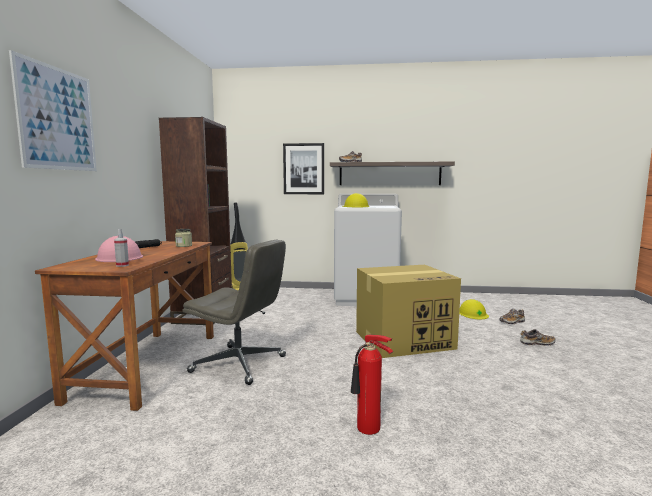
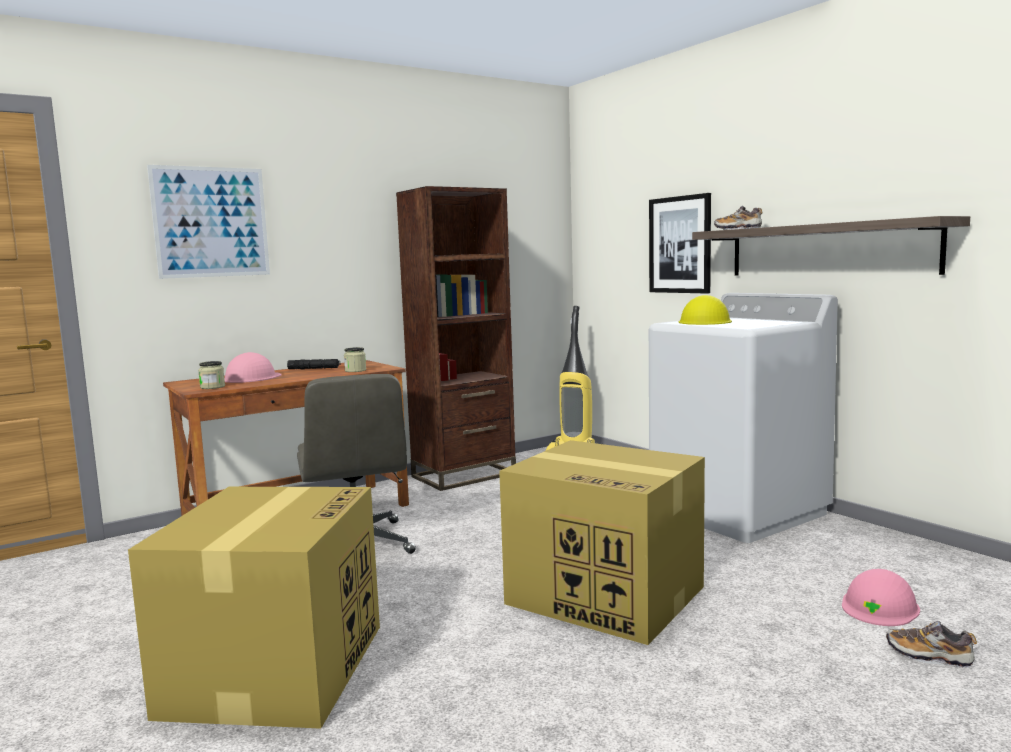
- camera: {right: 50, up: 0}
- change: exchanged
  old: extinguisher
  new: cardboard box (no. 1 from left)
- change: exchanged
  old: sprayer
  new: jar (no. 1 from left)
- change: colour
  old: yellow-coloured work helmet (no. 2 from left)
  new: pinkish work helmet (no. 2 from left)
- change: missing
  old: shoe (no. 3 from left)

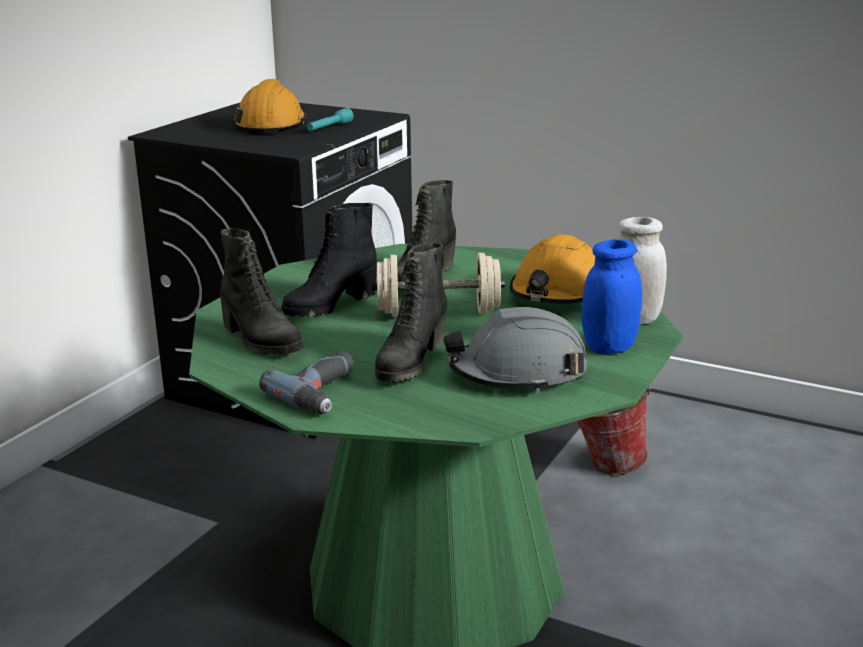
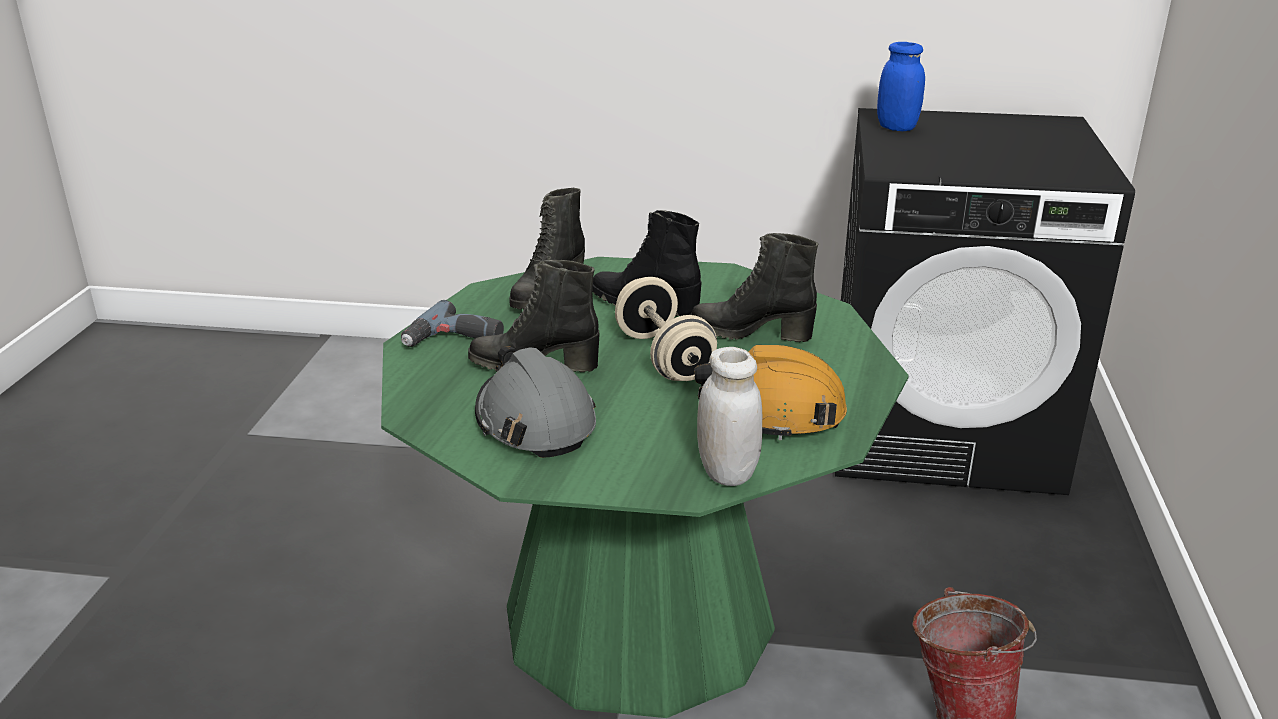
- camera: {right: 70, up: 5}
- change: relocated
  old: bluish jar
- change: missing
  old: orange-coloured work helmet (no. 1 from left)
- change: missing
  old: blue-green torch

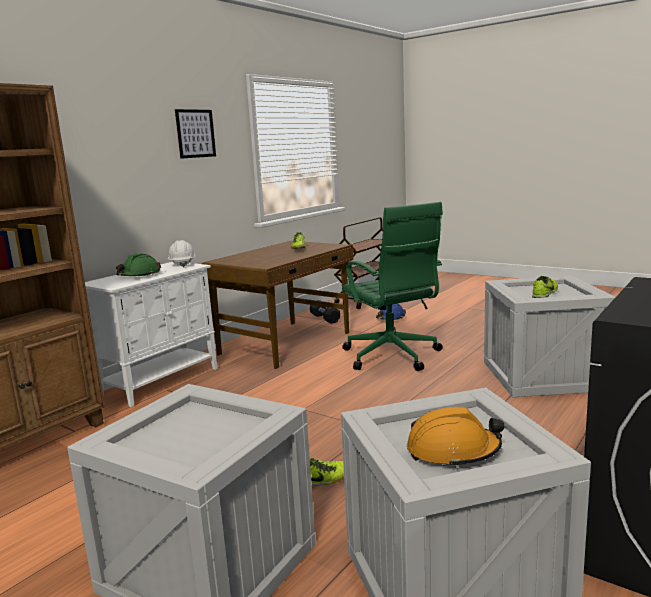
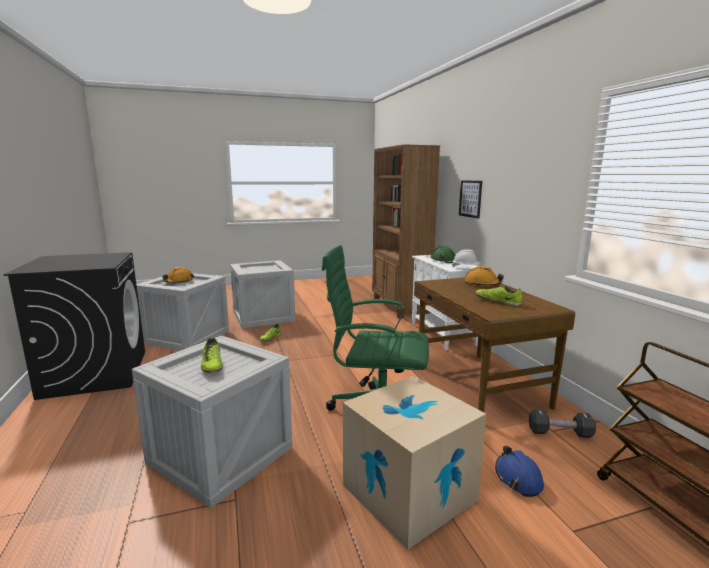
- camera: {right: 125, up: 0}
- change: appeared
  new: cardboard box
- change: relocated
  old: wall art
- change: appeared
  new: orange-coloured work helmet (no. 2 from left)

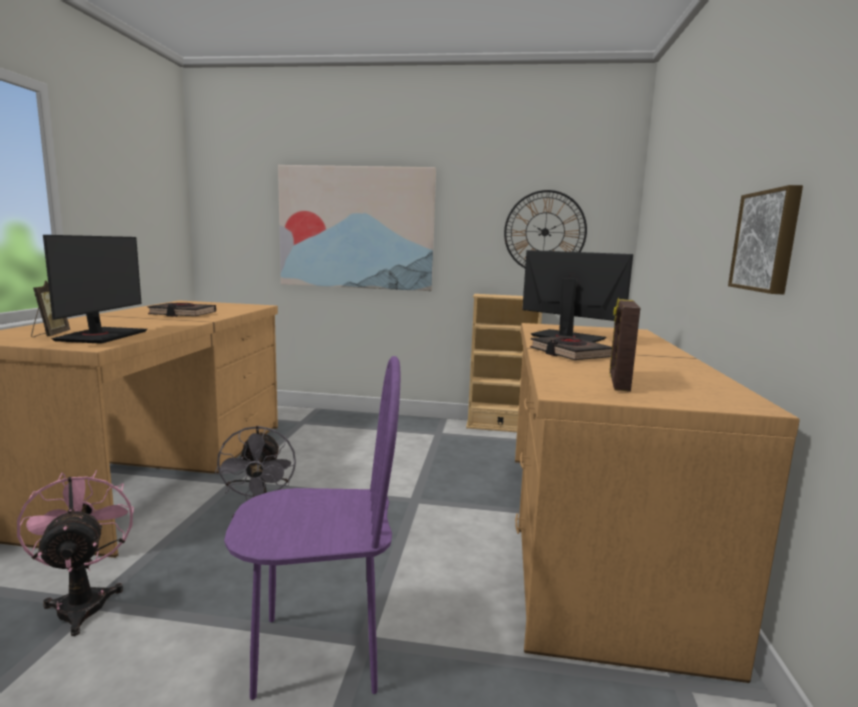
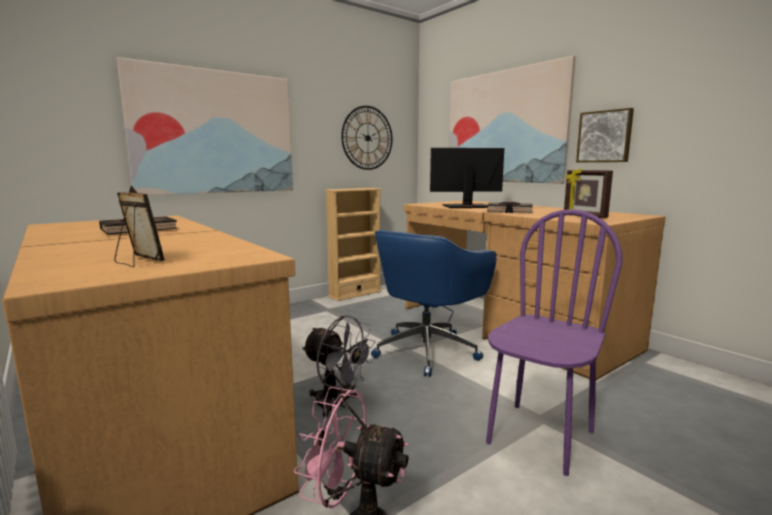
- camera: {right: -45, up: 0}
- change: appeared
  new: bluish computer chair
- change: appeared
  new: wall art (no. 2 from left)
- change: missing
  old: monitor (no. 1 from left)

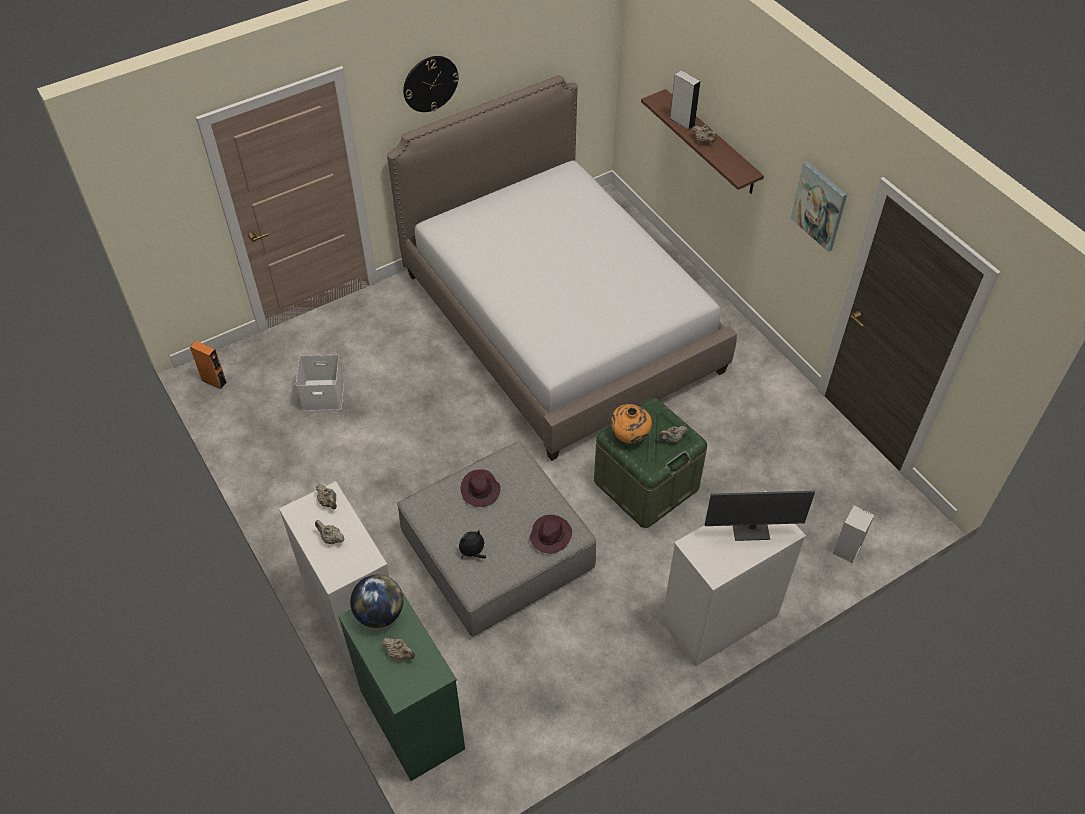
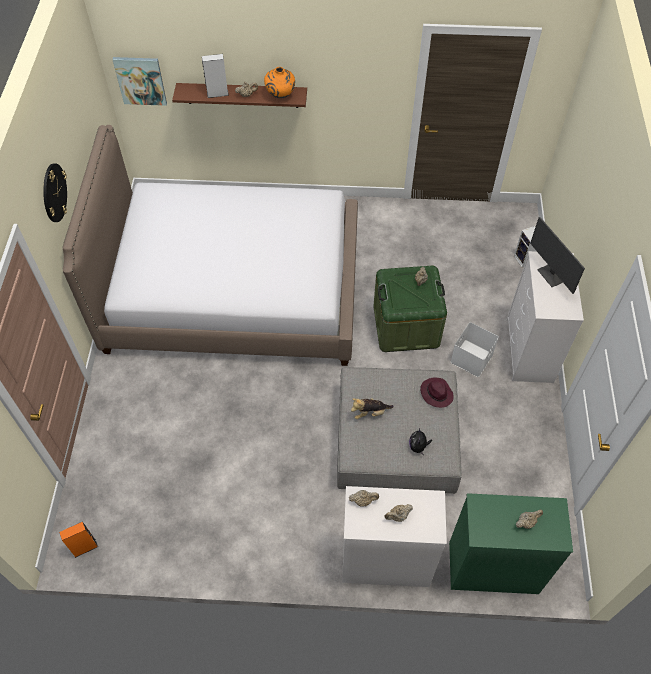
- camera: {right: -55, up: 5}
- change: relocated
  old: wall art
- change: relocated
  old: orange-coloured decorative vase
- change: exchanged
  old: purple-coloured wearable hat (no. 1 from left)
  new: cuddly toy (no. 1 from left)
- change: relocated
  old: white storage bin
- change: spun
  old: monitor
  degrees: 120
- change: missing
  old: desk globe

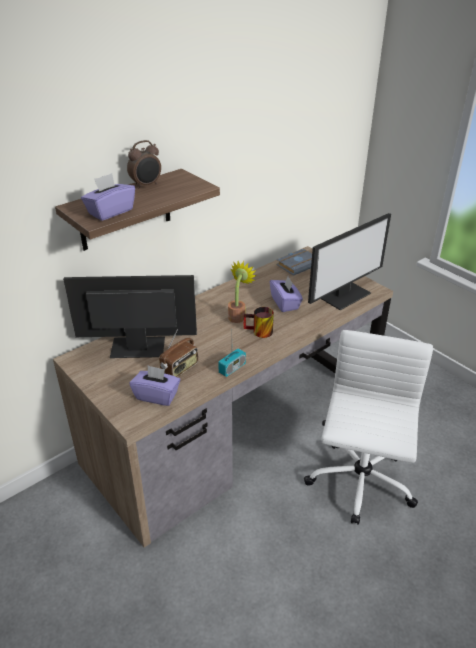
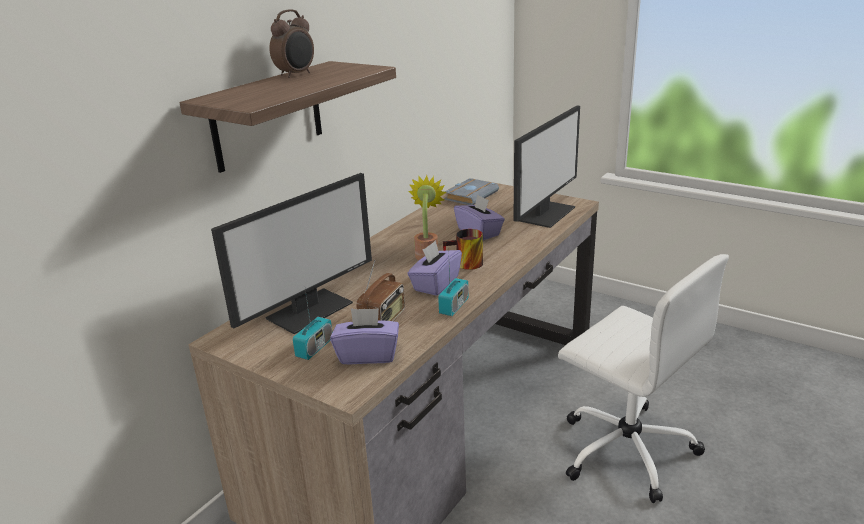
- camera: {right: -15, up: -10}
- change: spun
  old: monitor (no. 1 from left)
  degrees: 150
- change: appeared
  new: radio receiver (no. 1 from left)
- change: relocated
  old: purple-coloured box of tissues (no. 1 from left in the first image)
  new: purple-coloured box of tissues (no. 2 from left)
- change: spun
  old: white computer chair
  degrees: 135

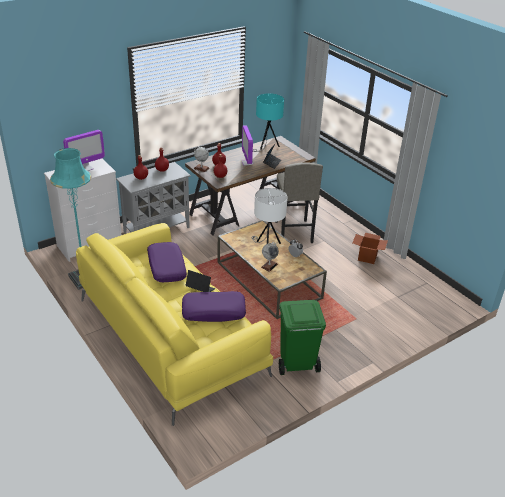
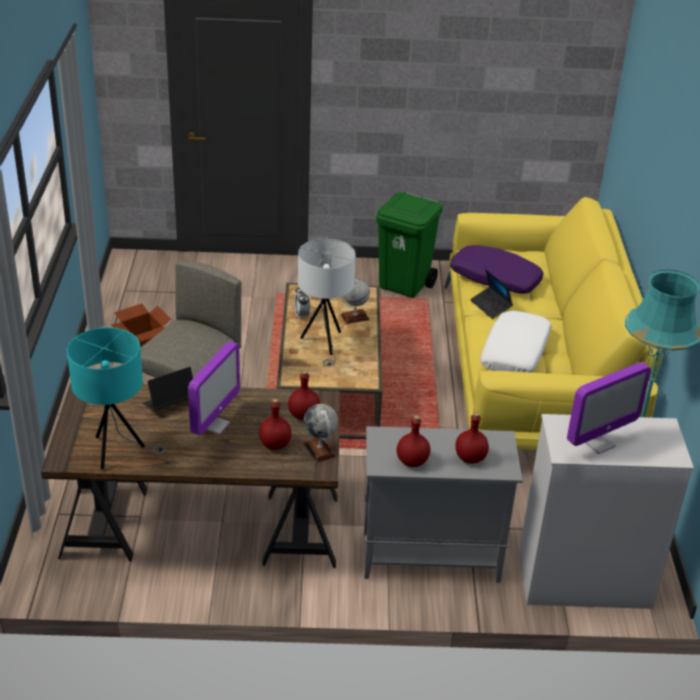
- camera: {right: -145, up: 0}
- change: colour
  old: purple-coloured cushion (no. 1 from left)
  new: white cushion
- change: spun
  old: monitor (no. 1 from left in the first image)
  degrees: 150

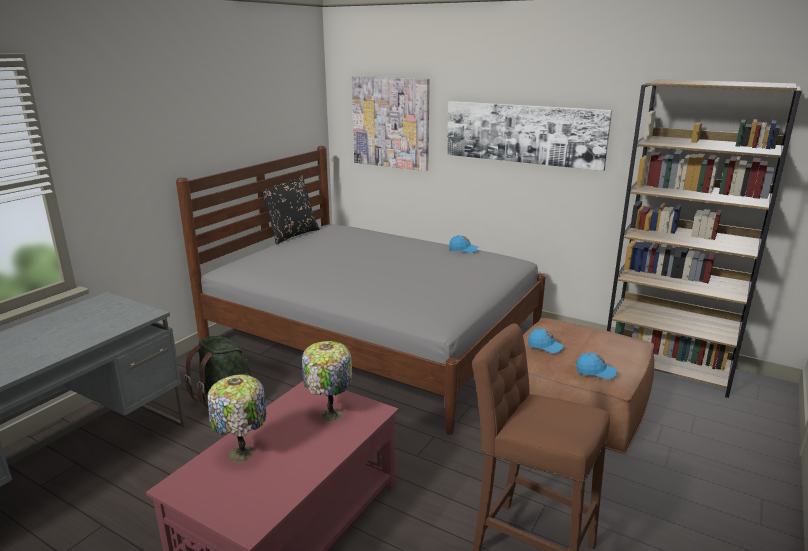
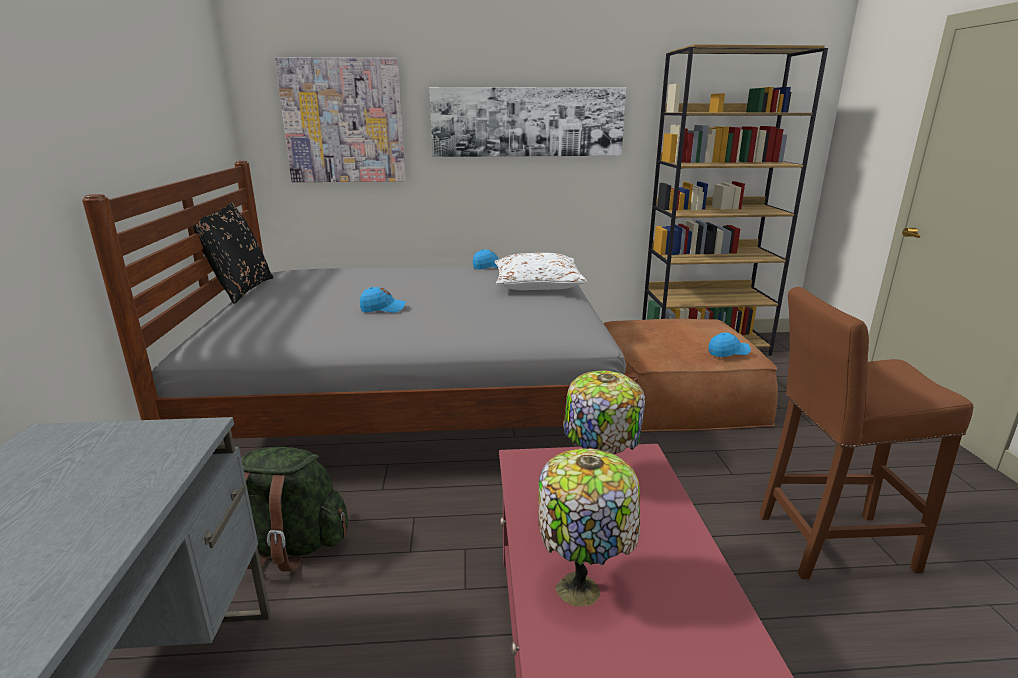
- camera: {right: -35, up: 0}
- change: relocated
  old: bluish peaked cap (no. 2 from left in the first image)
  new: bluish peaked cap (no. 1 from left)
- change: appeared
  new: white cushion

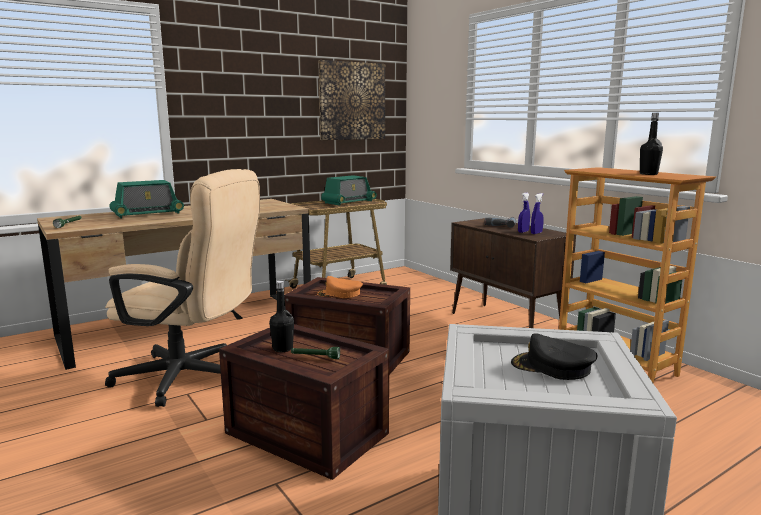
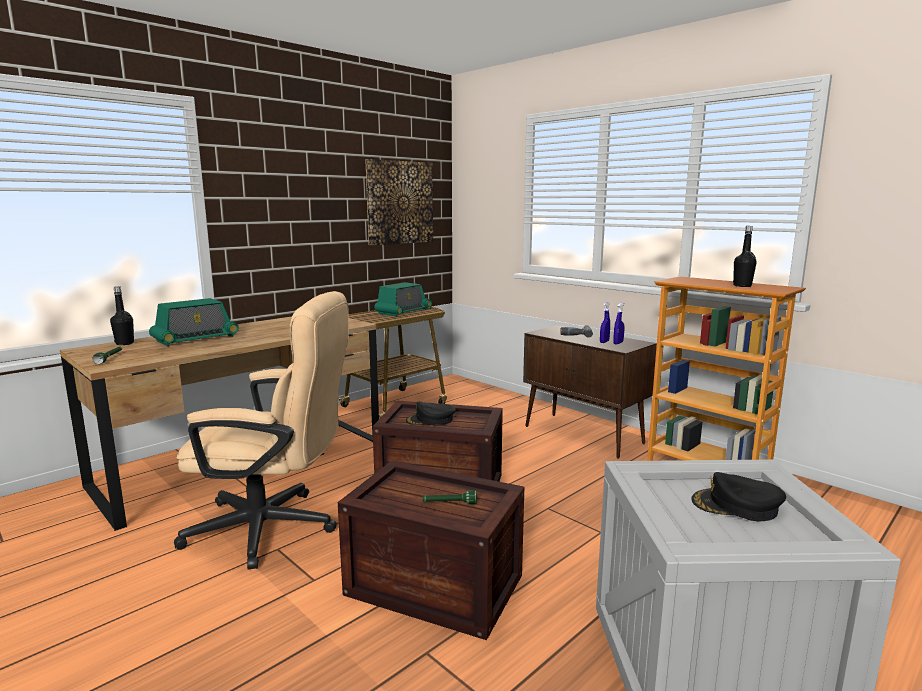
- camera: {right: -10, up: 0}
- change: relocated
  old: black-coloured drink bottle (no. 1 from left)
- change: colour
  old: orange-coloured peaked cap
  new: black-coloured peaked cap (no. 1 from left)

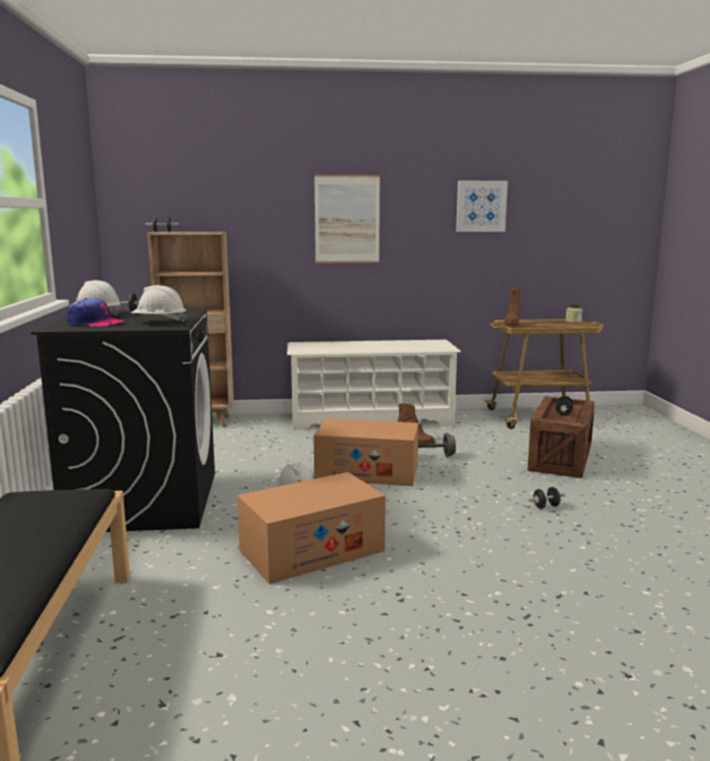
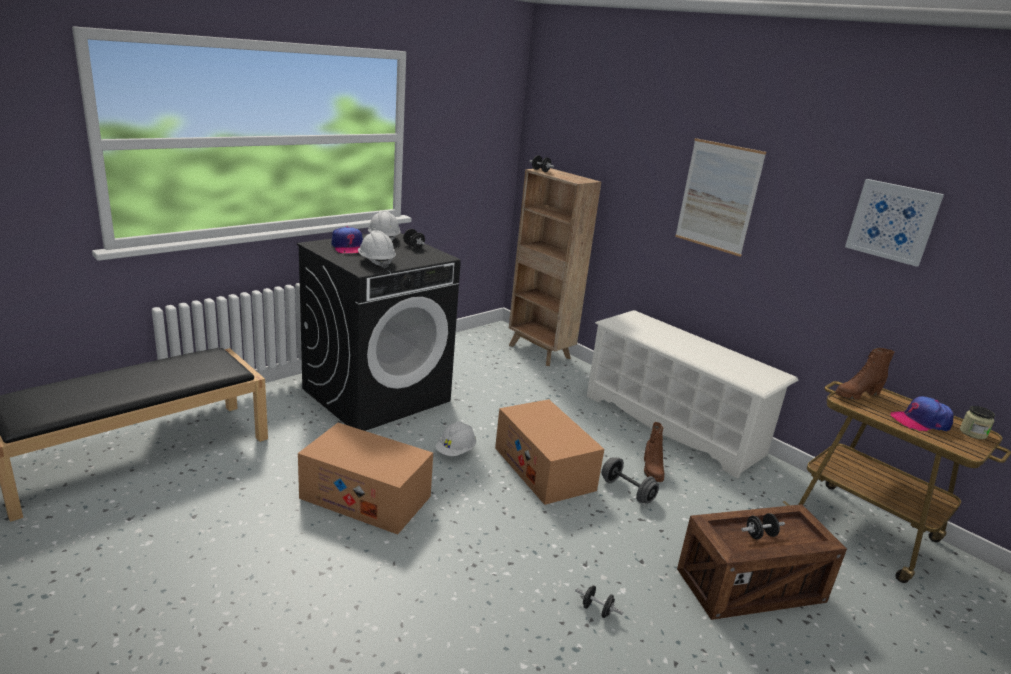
- camera: {right: 50, up: 10}
- change: appeared
  new: peaked cap (no. 2 from left)

